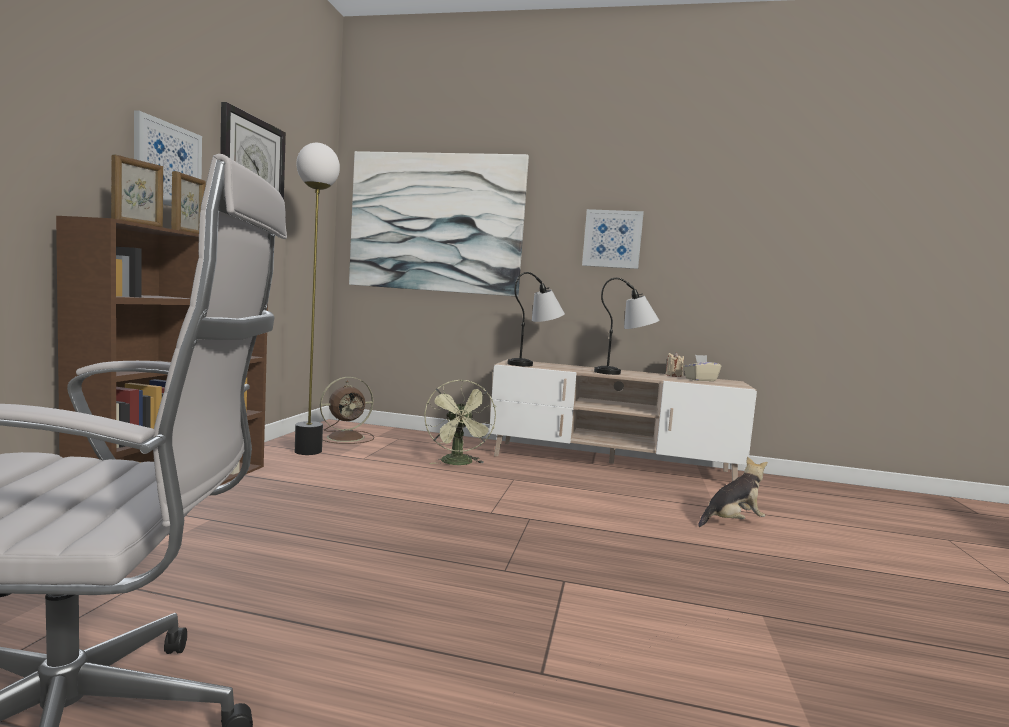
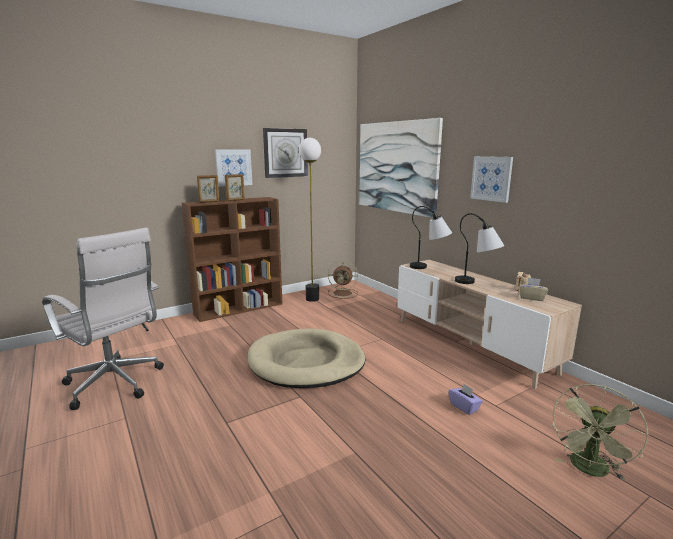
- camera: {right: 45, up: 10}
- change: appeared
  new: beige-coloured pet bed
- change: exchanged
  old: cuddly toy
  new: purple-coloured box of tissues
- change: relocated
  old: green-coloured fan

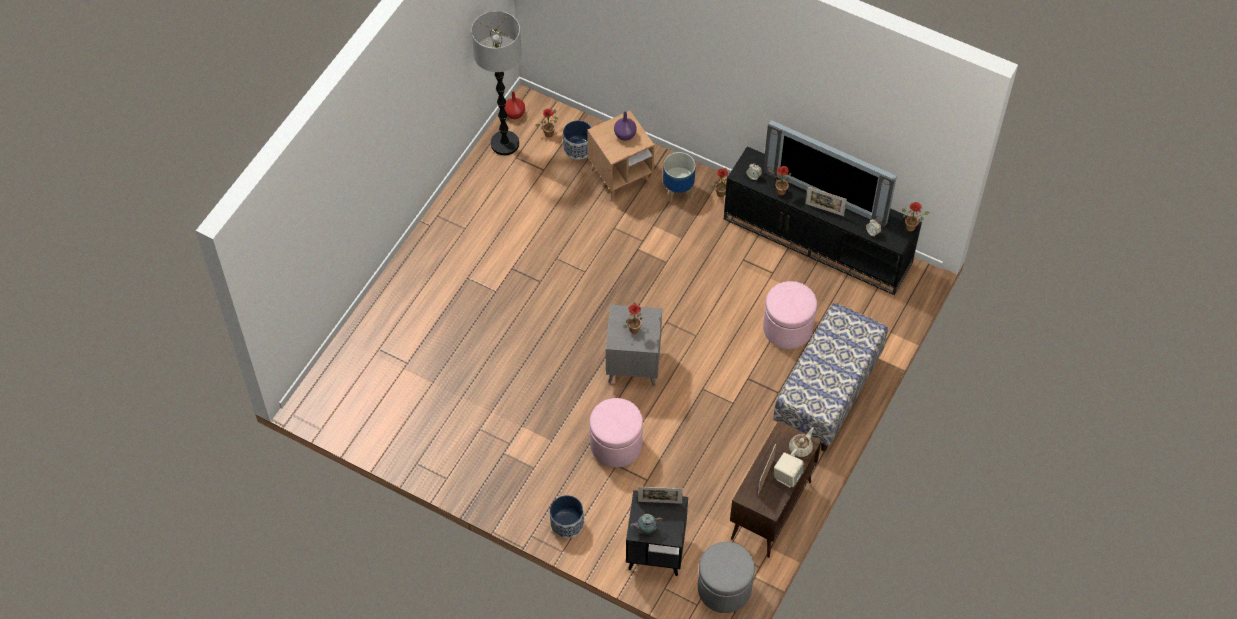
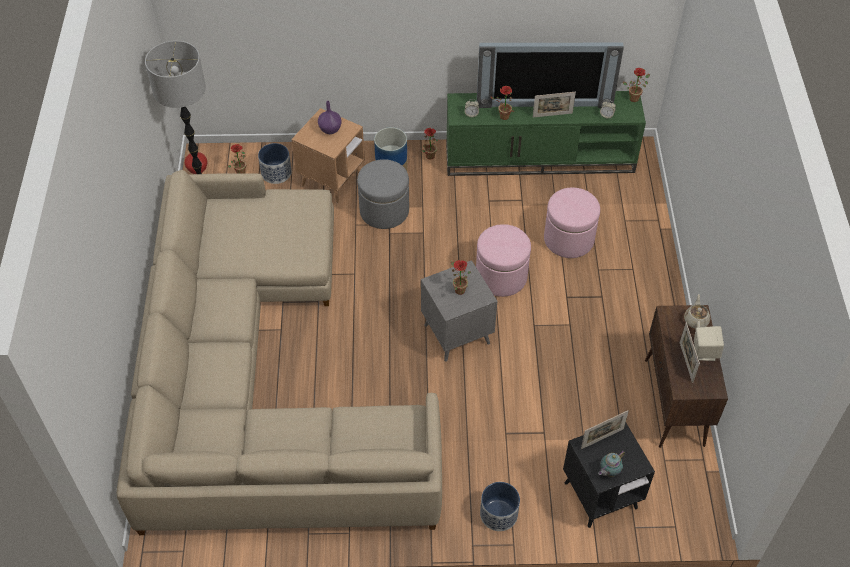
- camera: {right: -30, up: -5}
- change: appeared
  new: beige-coloured sofa
- change: relocated
  old: gray footrest
- change: colour
  old: black-coloured media console
  new: green-coloured media console
- change: relocated
  old: pinkish footrest (no. 1 from left)
- change: missing
  old: bench

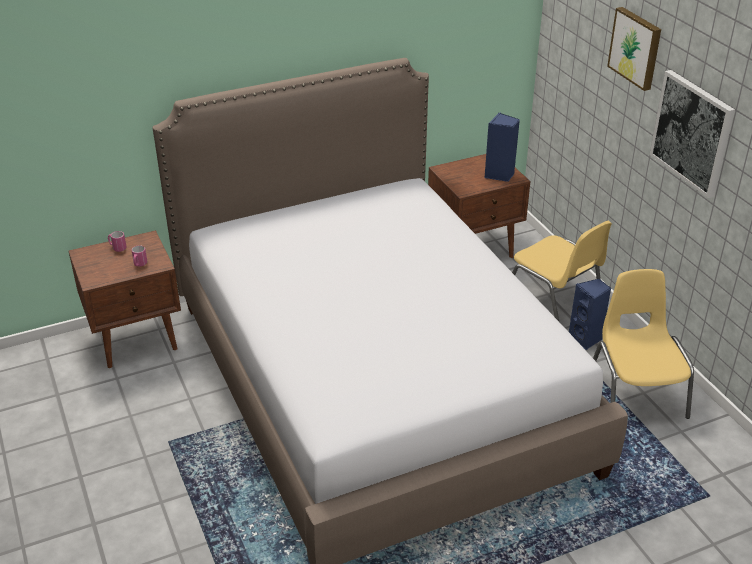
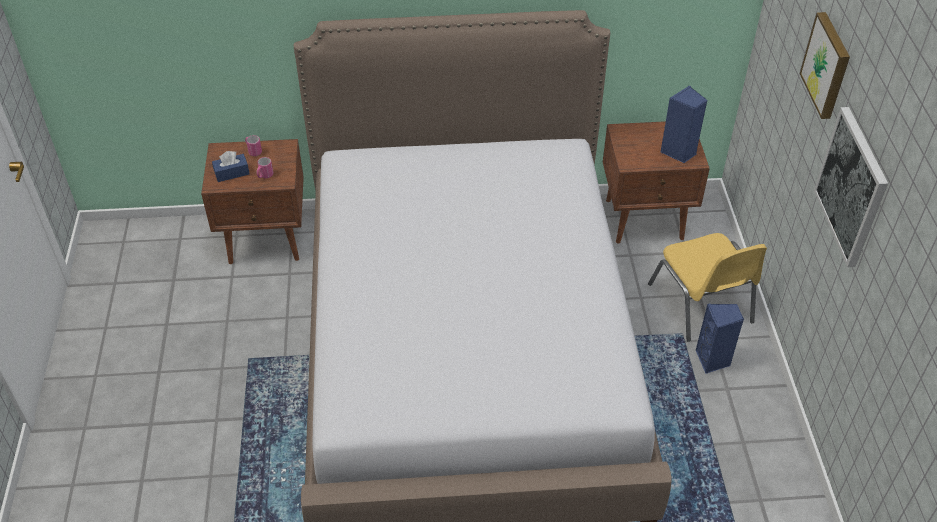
- camera: {right: 20, up: 10}
- change: appeared
  new: bluish box of tissues
- change: missing
  old: yellow-coloured chair (no. 2 from left)

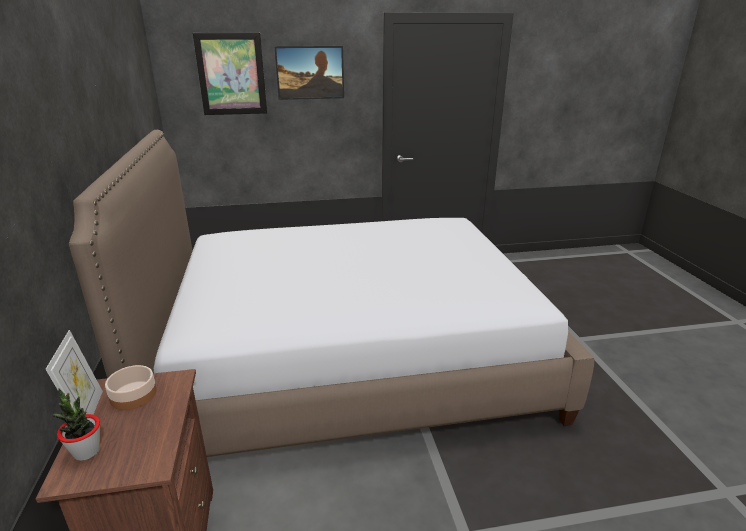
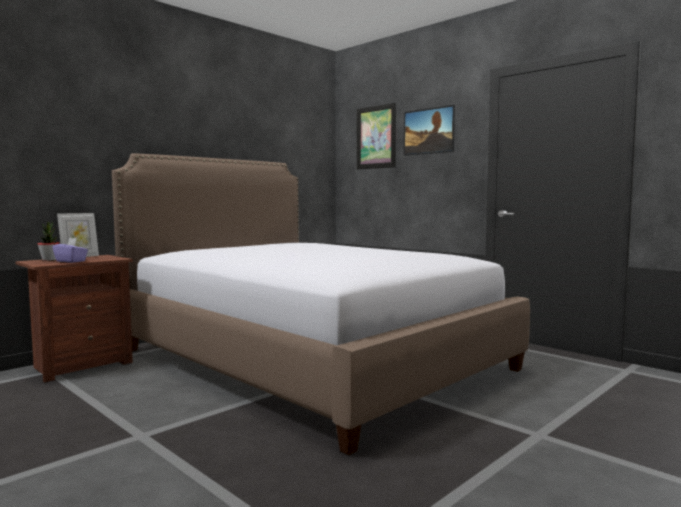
- camera: {right: 55, up: -20}
- change: appeared
  new: purple-coloured box of tissues
- change: missing
  old: deep dish

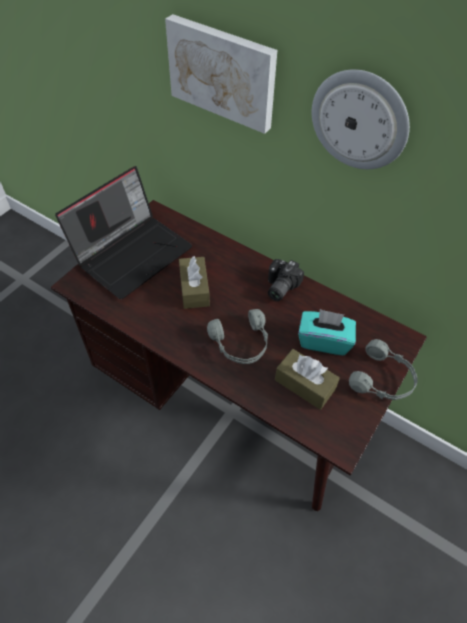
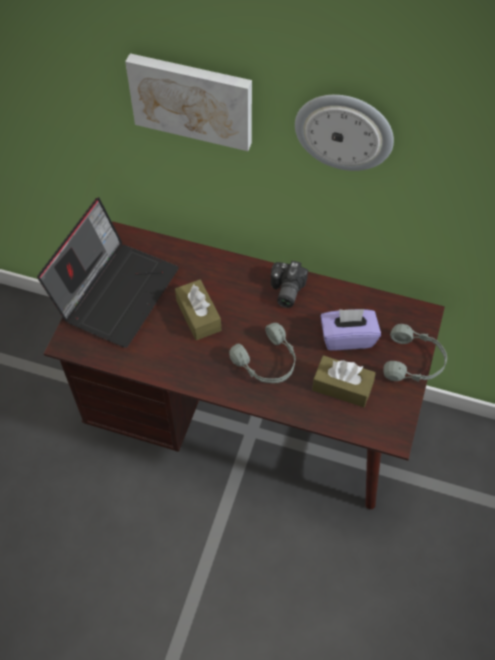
- camera: {right: -15, up: 5}
- change: colour
  old: blue-green box of tissues
  new: purple-coloured box of tissues

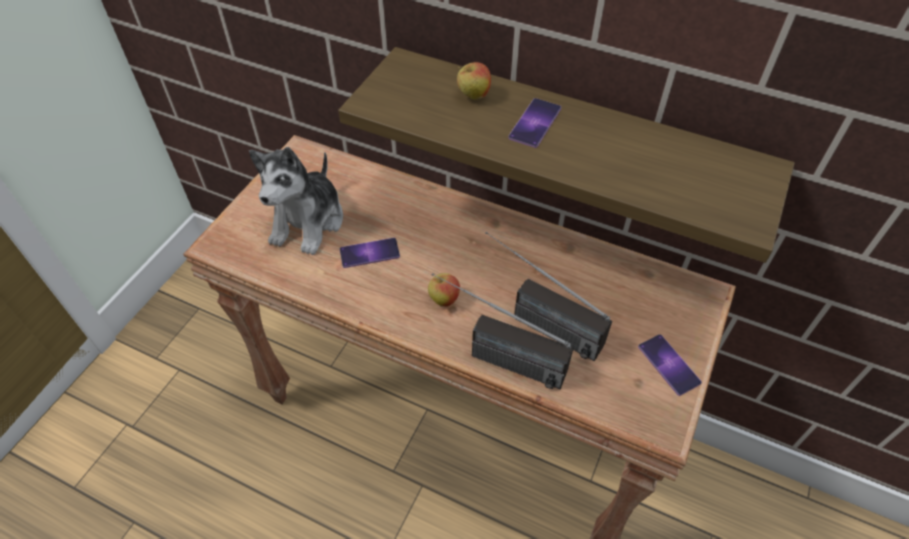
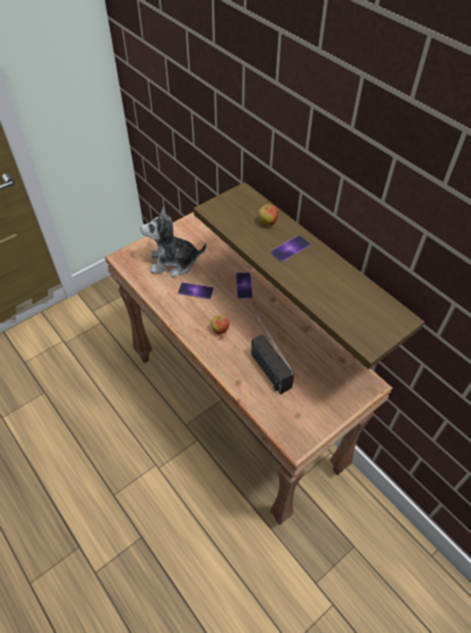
- camera: {right: 25, up: 0}
- change: spun
  old: cuddly toy
  degrees: 45
- change: relocated
  old: handset (no. 3 from left in the first image)
  new: handset (no. 2 from left)
- change: missing
  old: radio receiver (no. 1 from left)

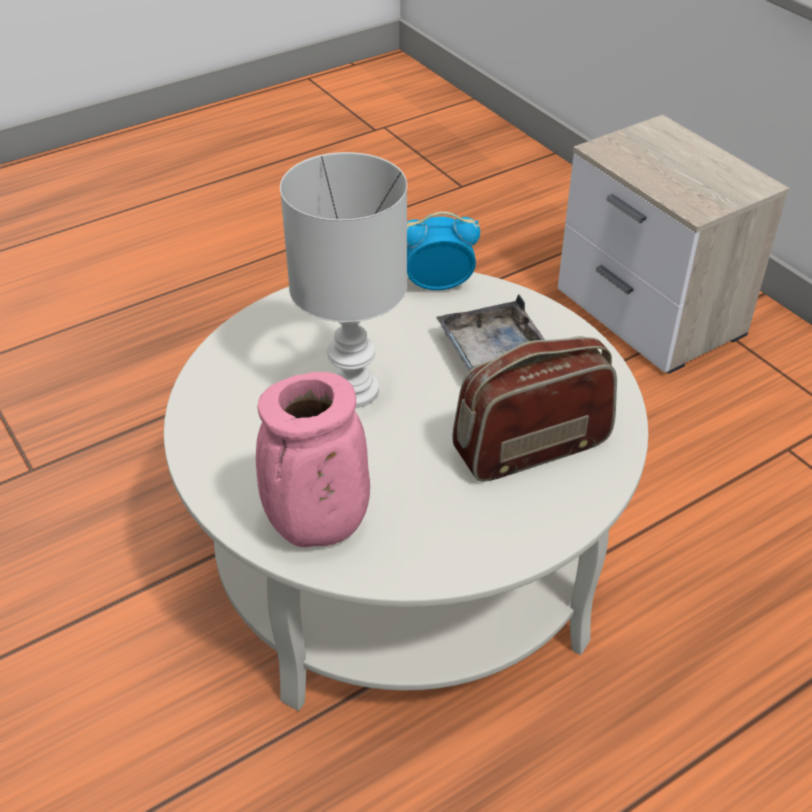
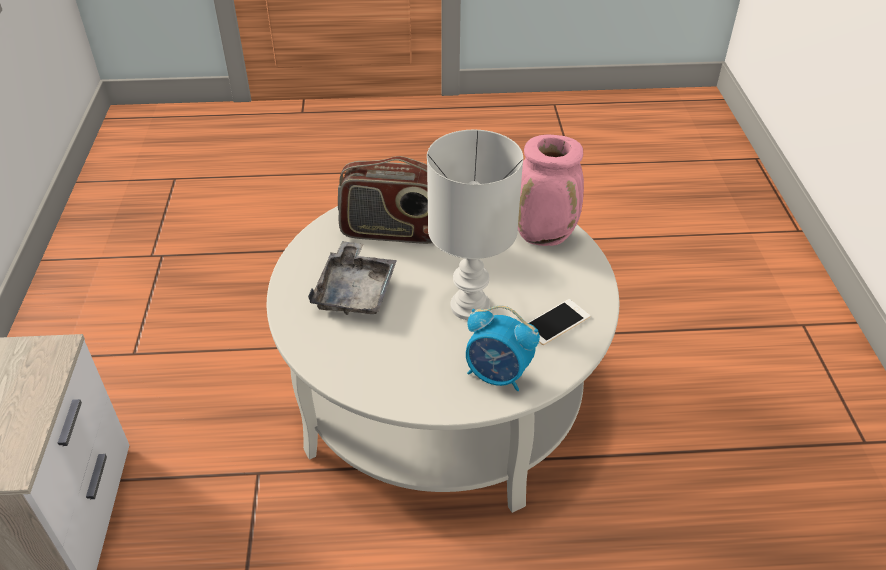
- camera: {right: -150, up: 0}
- change: relocated
  old: table clock
- change: appeared
  new: handset

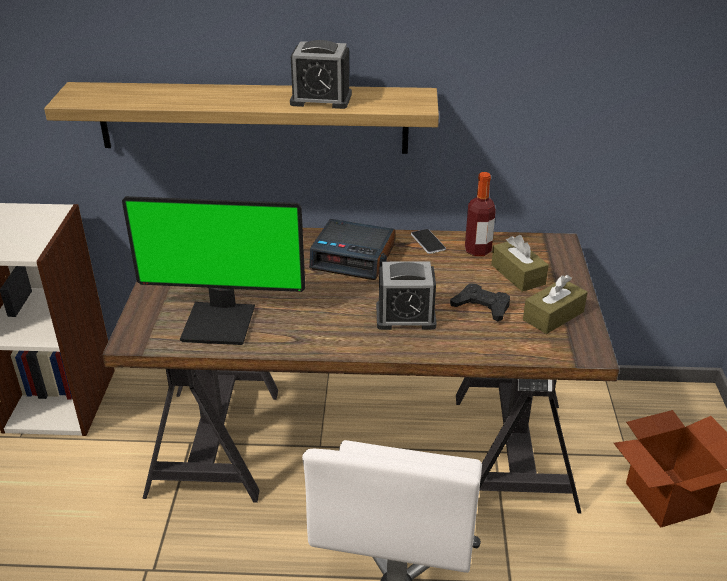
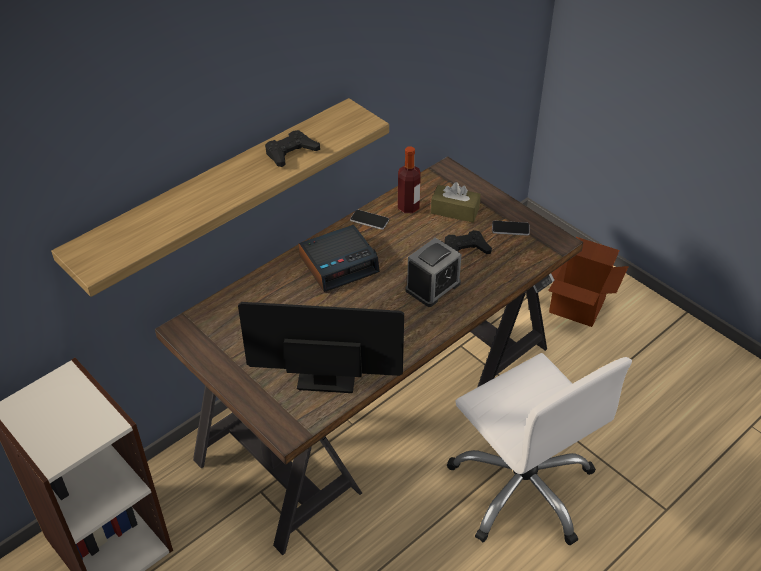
- camera: {right: -45, up: 10}
- change: spun
  old: monitor
  degrees: -135
- change: exchanged
  old: table clock (no. 1 from left)
  new: black-coloured game controller (no. 1 from left)
- change: exchanged
  old: brown box of tissues (no. 2 from left)
  new: handset (no. 2 from left)

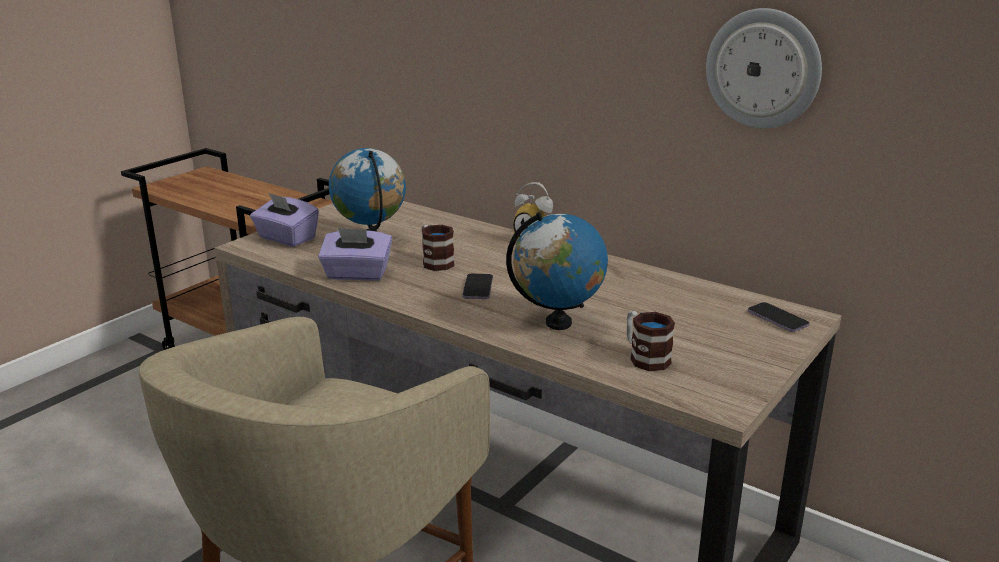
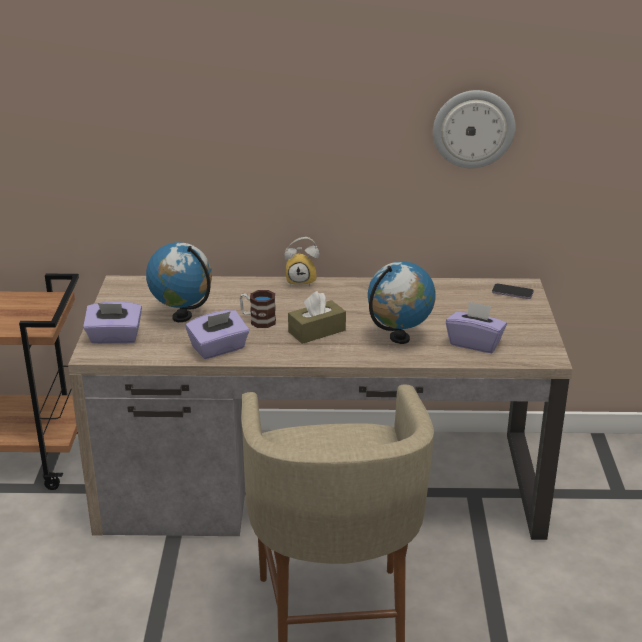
- camera: {right: -35, up: 5}
- change: exchanged
  old: handset (no. 1 from left)
  new: brown box of tissues
- change: exchanged
  old: mug (no. 2 from left)
  new: purple-coloured box of tissues (no. 3 from left)

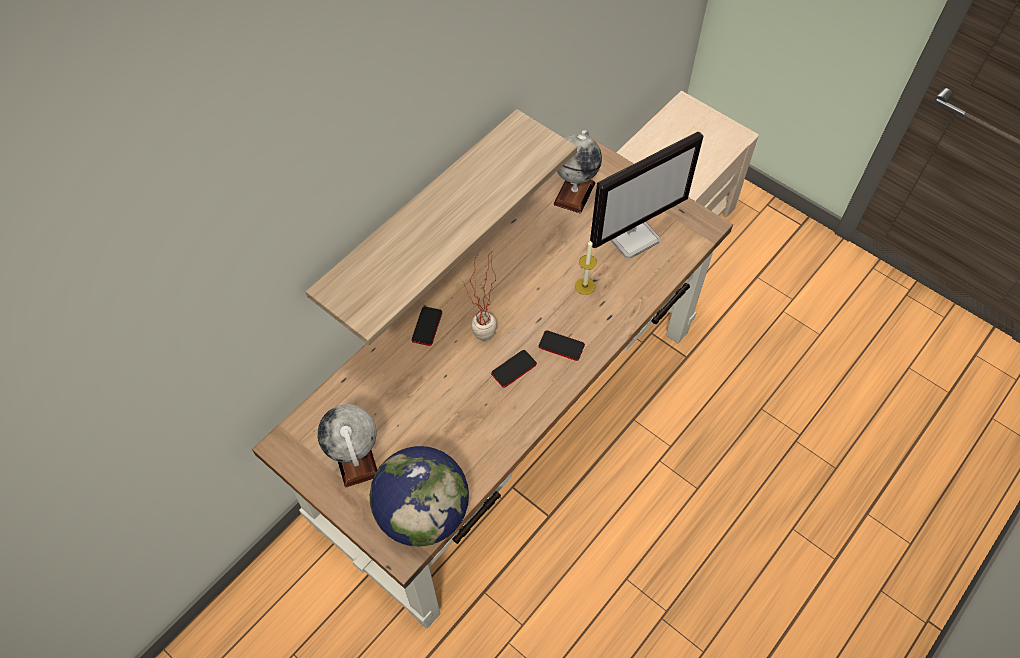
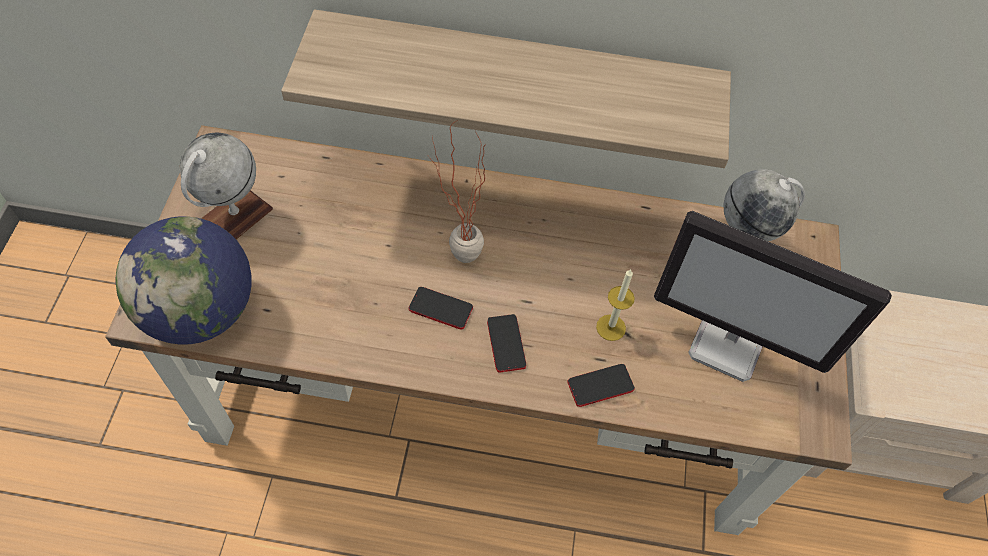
- camera: {right: 55, up: 0}
- change: relocated
  old: handset (no. 1 from left in the first image)
  new: handset (no. 3 from left)

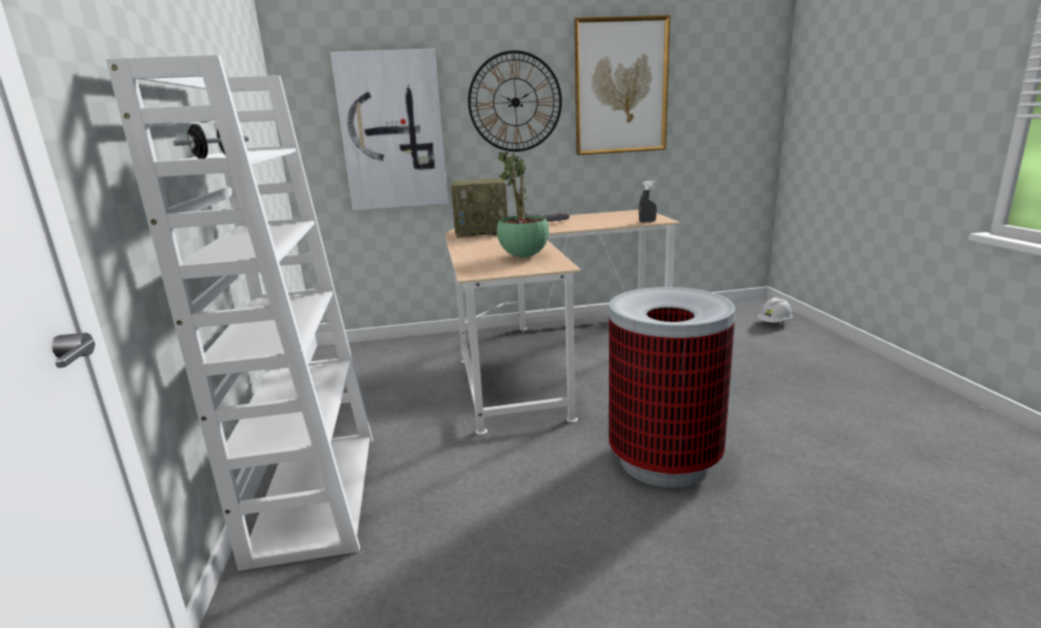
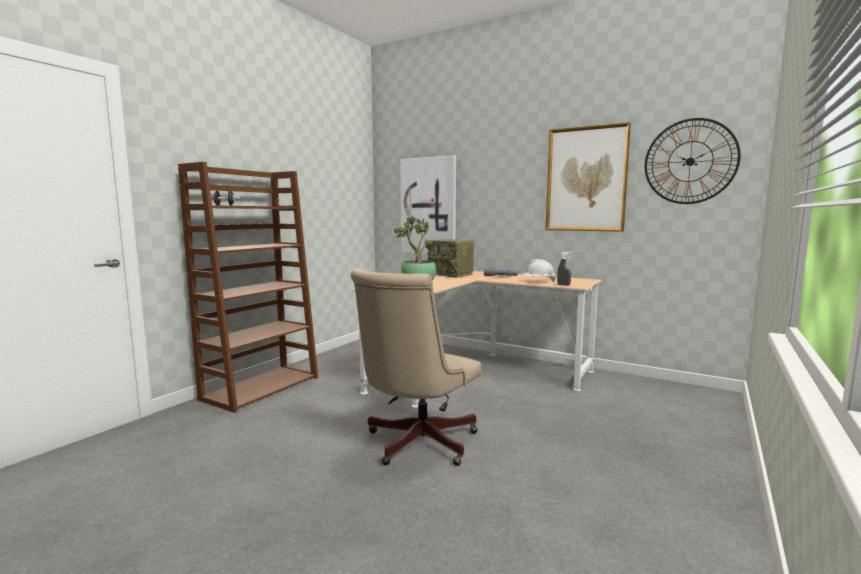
- camera: {right: 40, up: -10}
- change: colour
  old: white bookcase
  new: brown bookcase
- change: exchanged
  old: rubbish bin
  new: beige-coloured computer chair
- change: relocated
  old: white work helmet
- change: relocated
  old: wall clock

